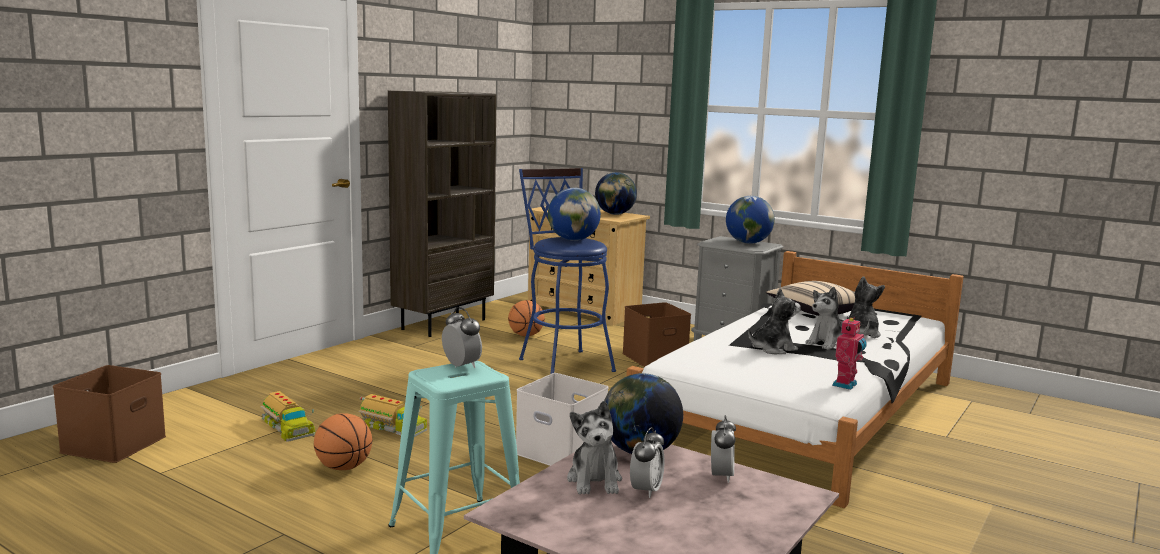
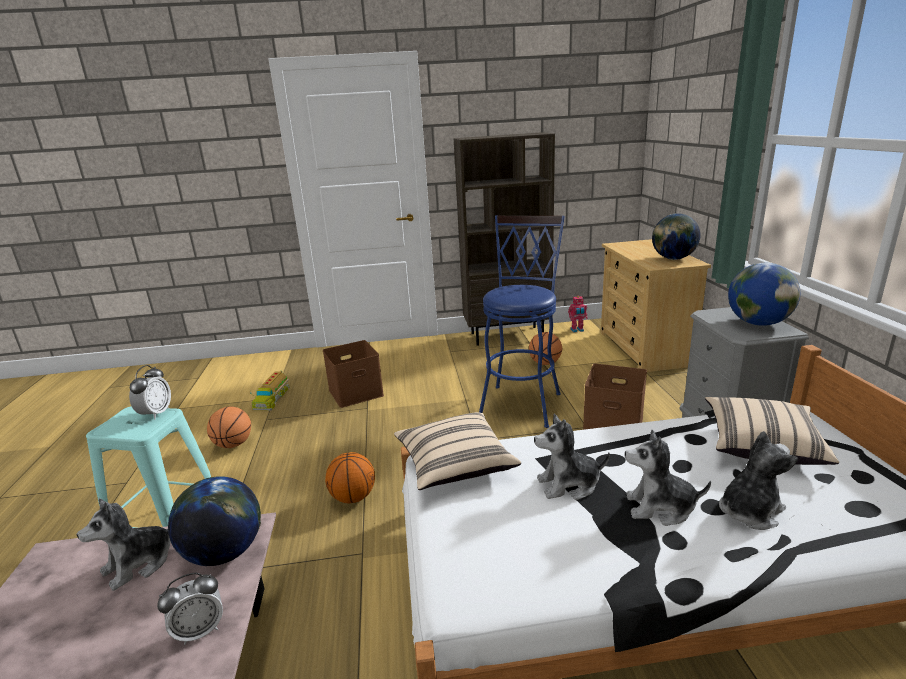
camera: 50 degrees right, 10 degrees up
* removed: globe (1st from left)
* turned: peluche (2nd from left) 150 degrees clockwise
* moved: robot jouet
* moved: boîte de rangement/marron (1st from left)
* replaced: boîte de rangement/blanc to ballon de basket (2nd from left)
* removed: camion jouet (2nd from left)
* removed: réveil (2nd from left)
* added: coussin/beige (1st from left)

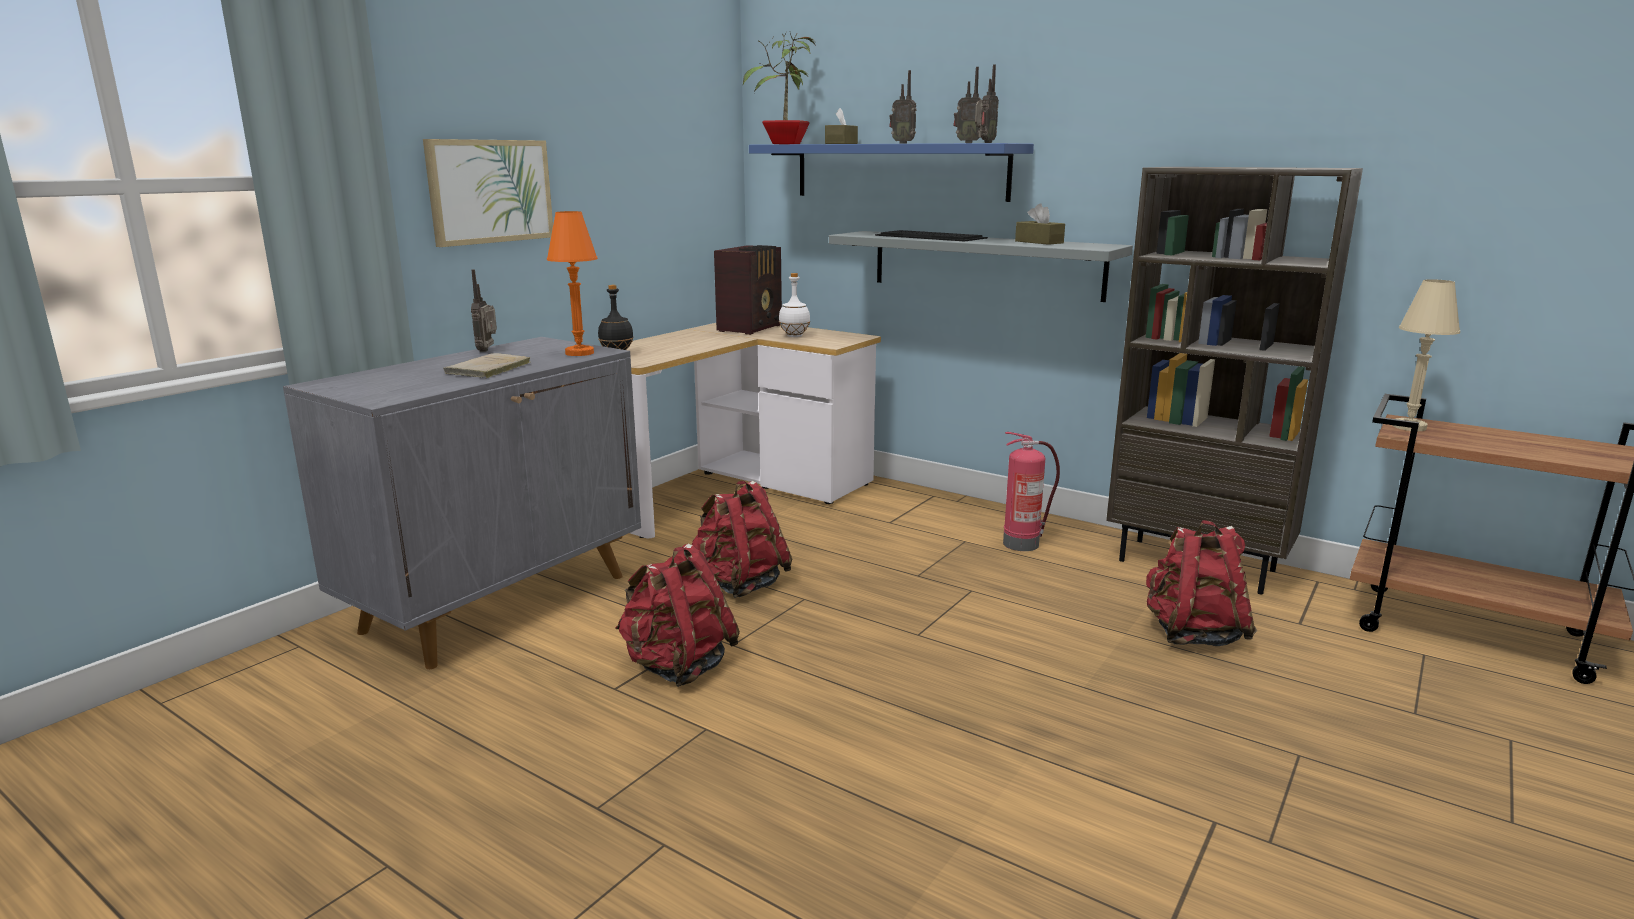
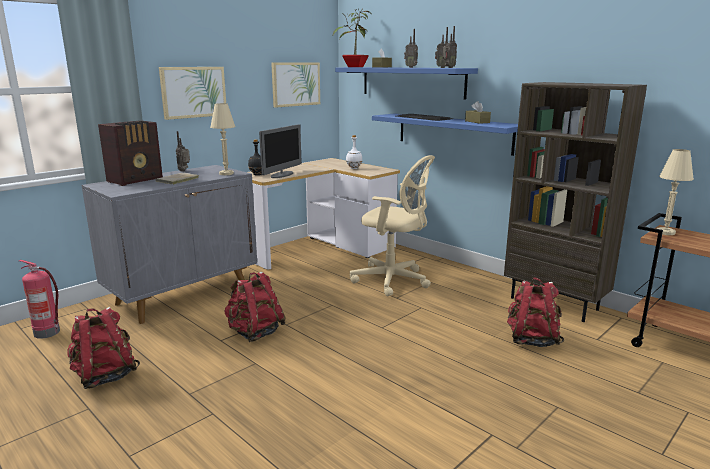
camera: 10 degrees right, 0 degrees up
* recoloured: lampe de table/orange to lampe de table/beige (1st from left)
* recoloured: étagère/gris to étagère/bleu (2nd from left)
* moved: radio (2nd from left in the first image) to radio (1st from left)
* moved: extincteur
* moved: sac à dos/rouge (2nd from left in the first image) to sac à dos/rouge (1st from left)
* added: tableau (2nd from left)
* added: écran d'ordinateur
* added: chaise de bureau/beige

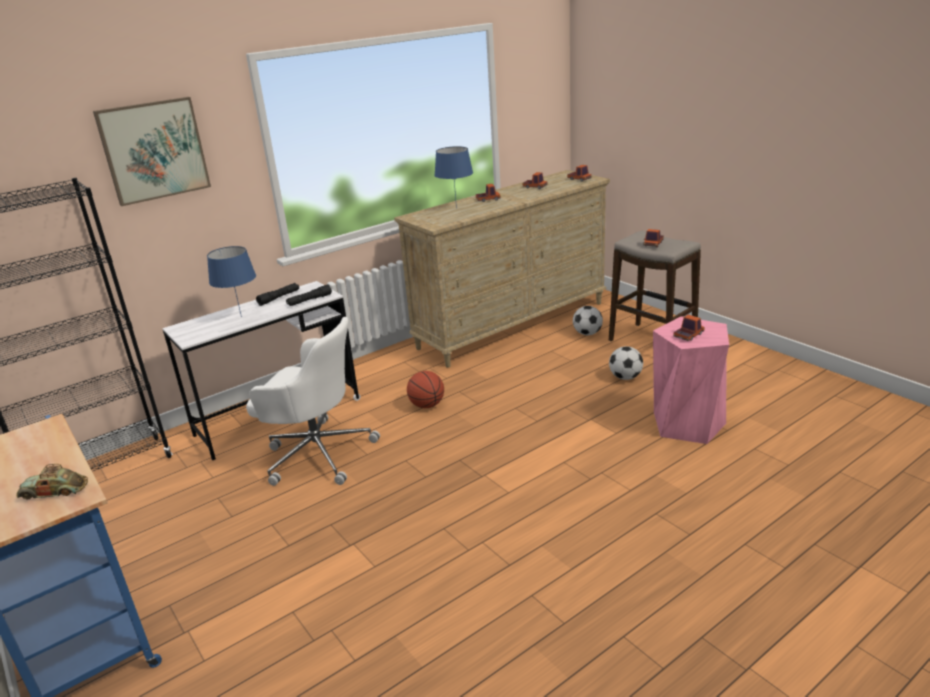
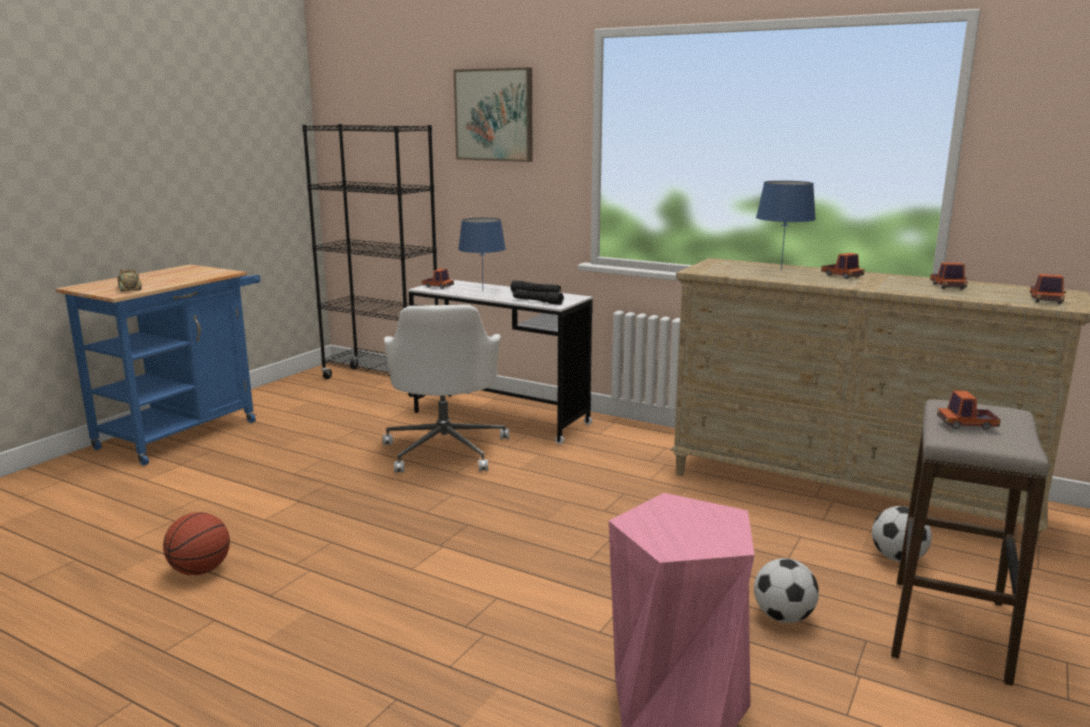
camera: 65 degrees right, 10 degrees down
* moved: camion jouet (5th from left in the first image) to camion jouet (1st from left)
* moved: ballon de basket

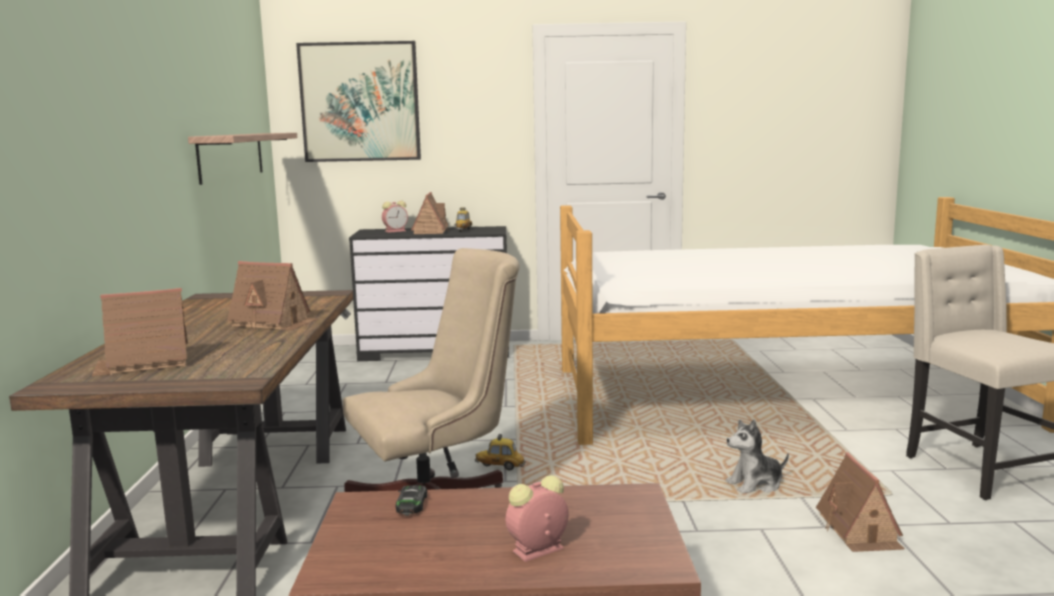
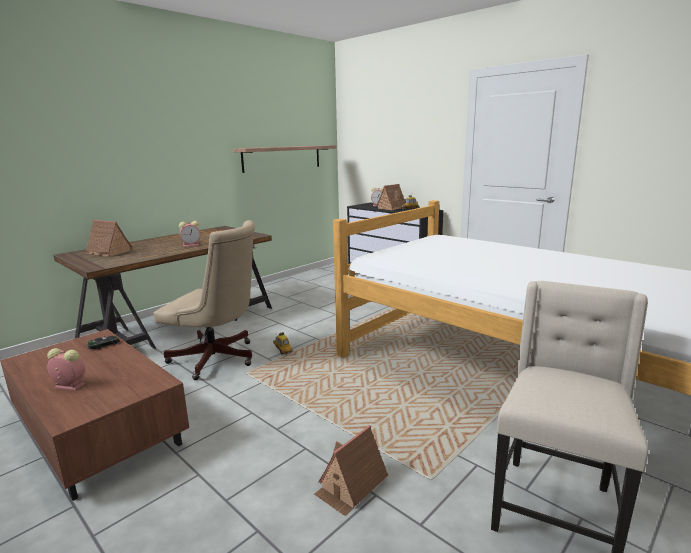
camera: 45 degrees right, 5 degrees up
* removed: tableau
* replaced: maison miniature (2nd from left) to réveil (2nd from left)
* removed: peluche

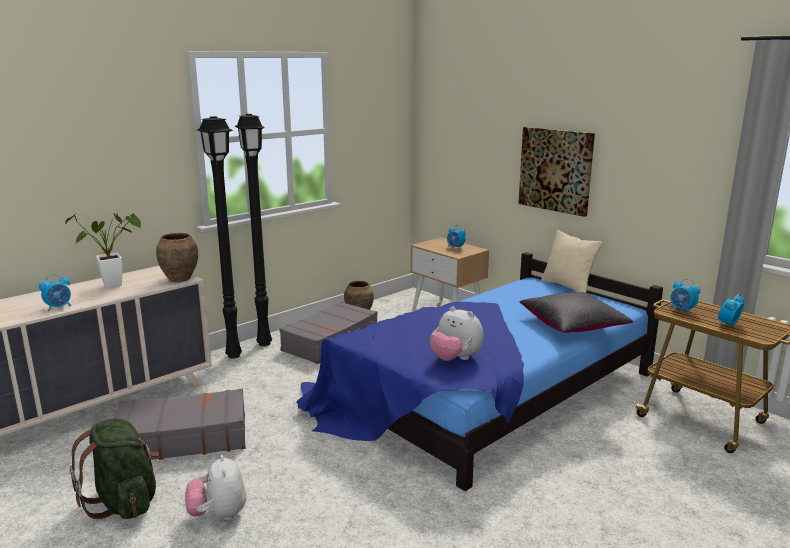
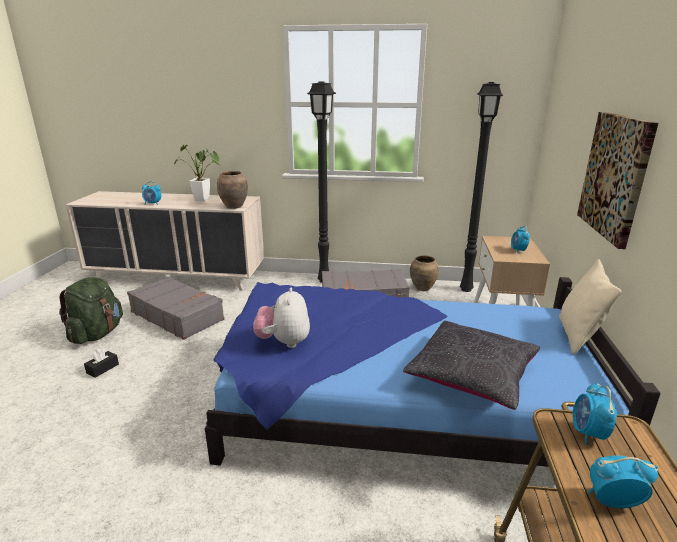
camera: 50 degrees right, 5 degrees up
* moved: lampadaire/noir (1st from left in the first image) to lampadaire/noir (2nd from left)
* replaced: peluche (1st from left) to boîte à mouchoirs/noir

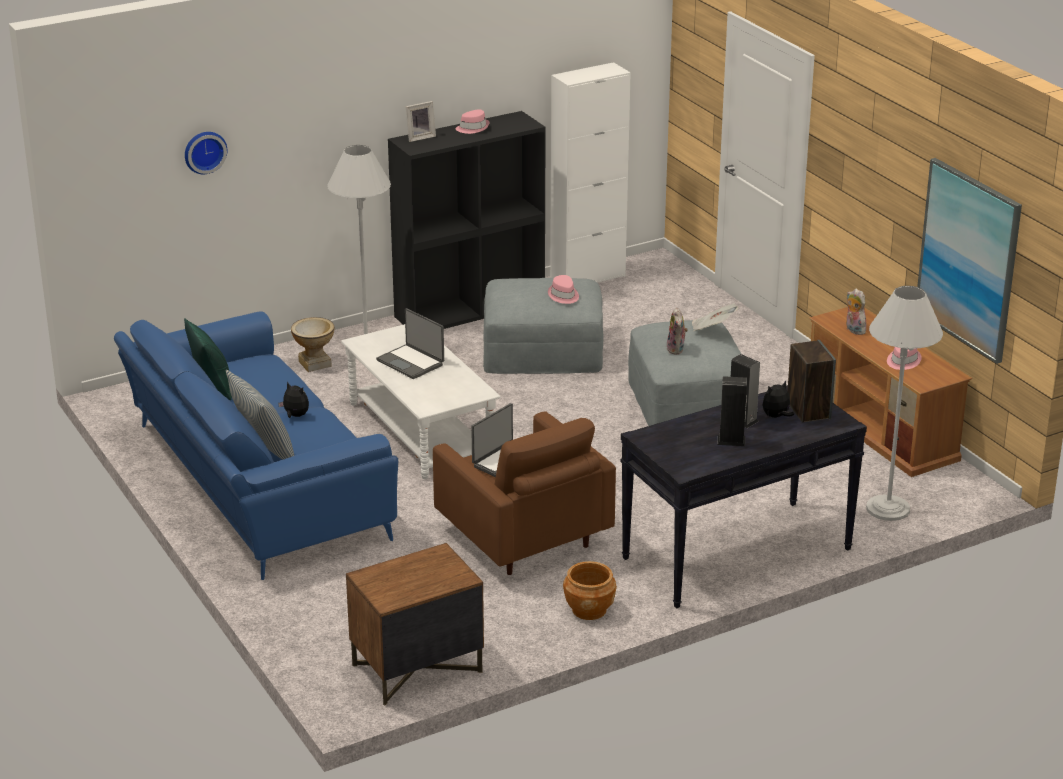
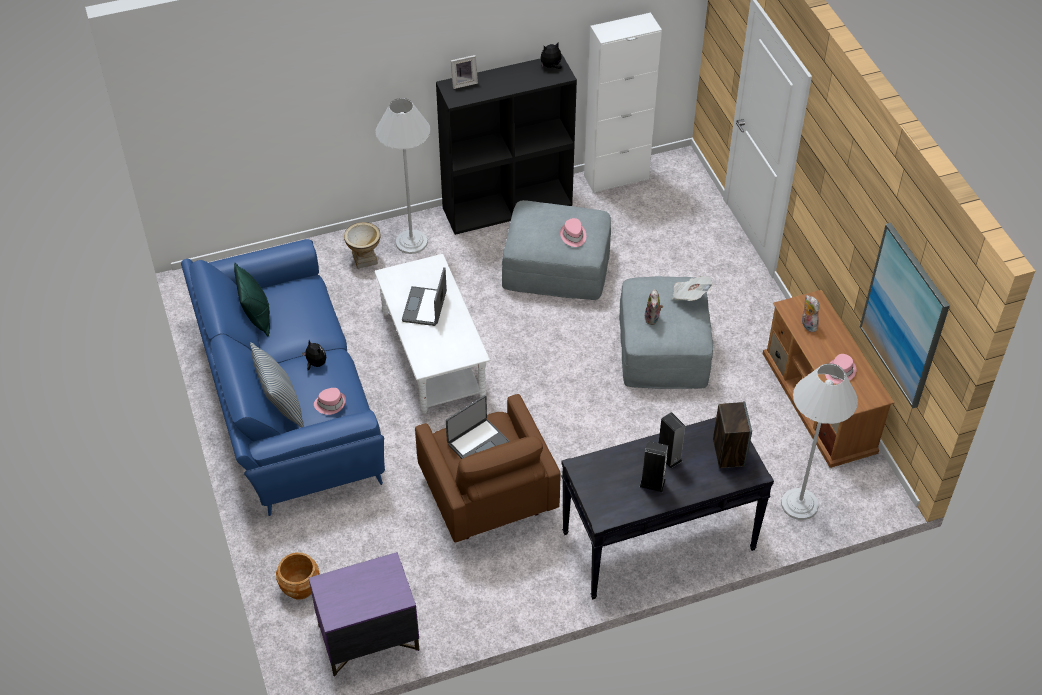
camera: 10 degrees right, 20 degrees up
* moved: chapeau/rose (1st from left)
* removed: horloge murale
* turned: ordinateur portable (1st from left) 45 degrees clockwise
* moved: peluche (3rd from left in the first image) to peluche (2nd from left)
* recoloured: table de chevet/marron to table de chevet/violet
* moved: cache-pot/marron

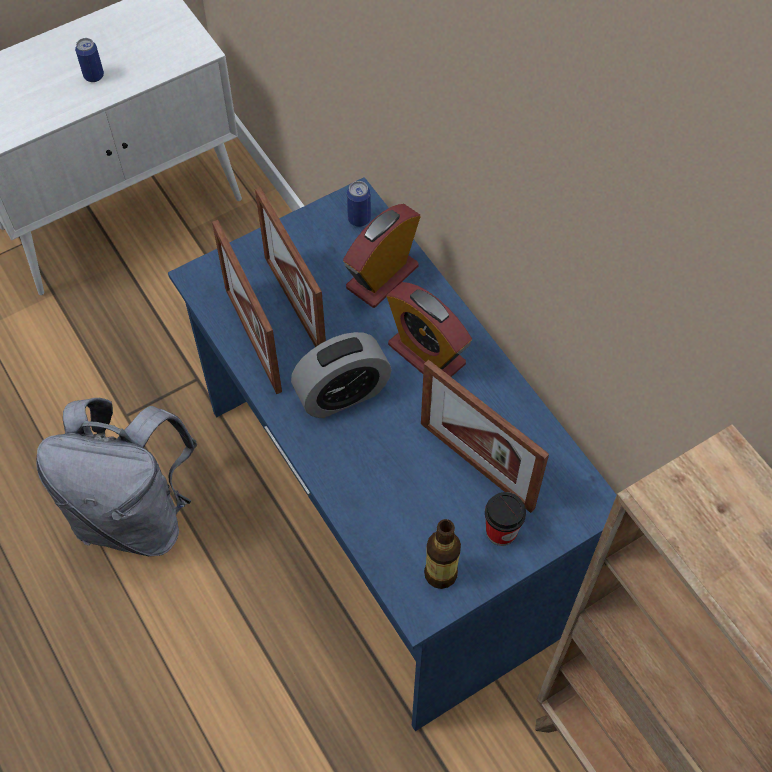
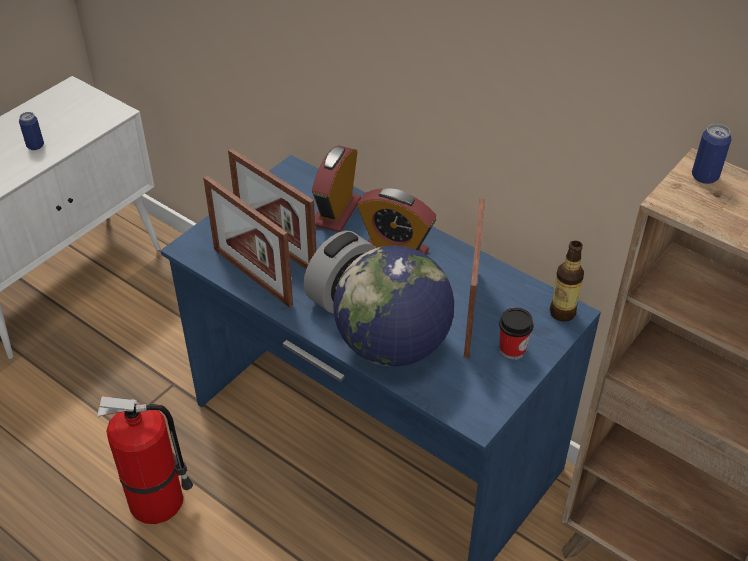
camera: 20 degrees left, 15 degrees down
* moved: boîte métallique (2nd from left)
* turned: cadre photo (3rd from left) 75 degrees clockwise
* replaced: sac à dos/gris to extincteur
* moved: bouteille
* added: globe

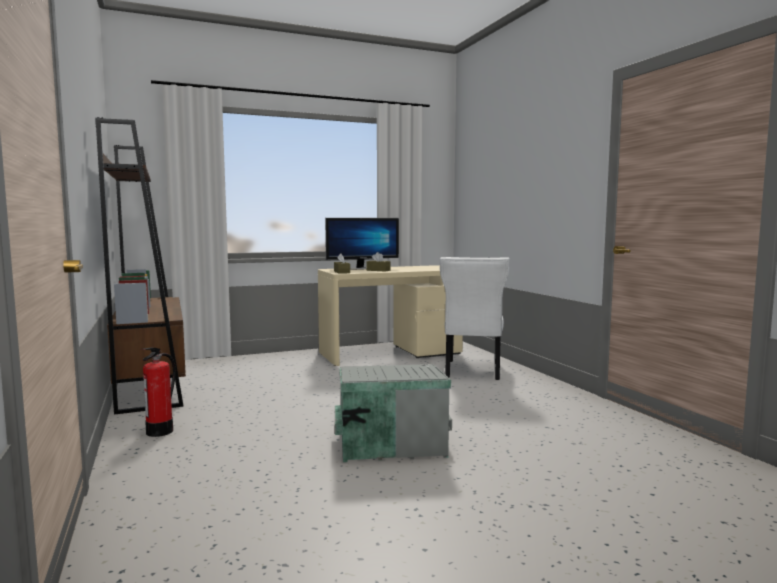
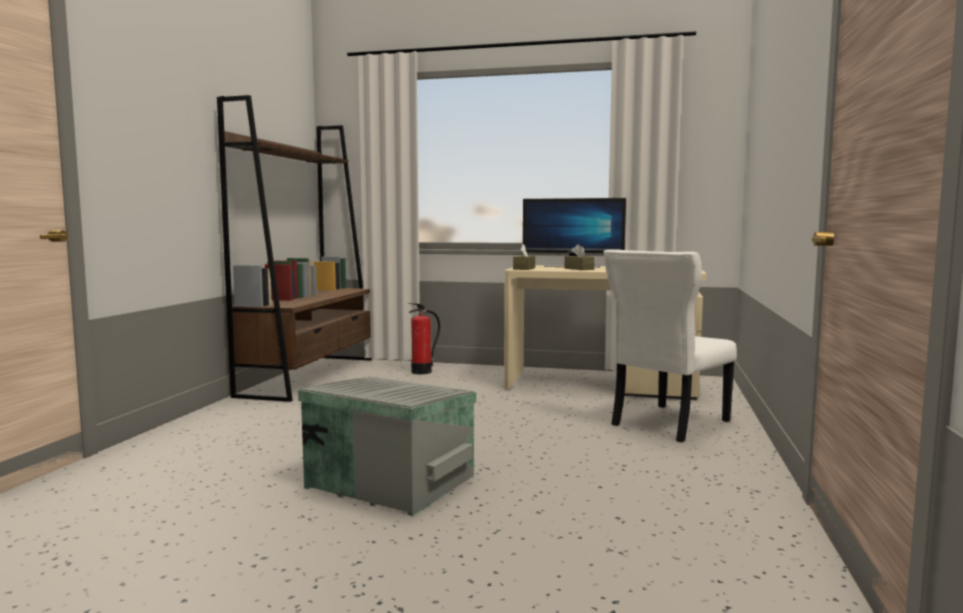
camera: 35 degrees right, 0 degrees up
* moved: extincteur

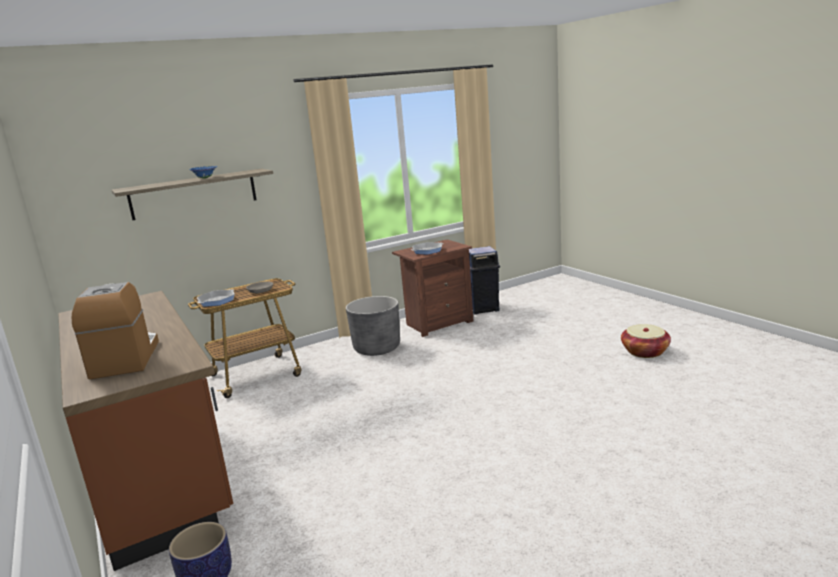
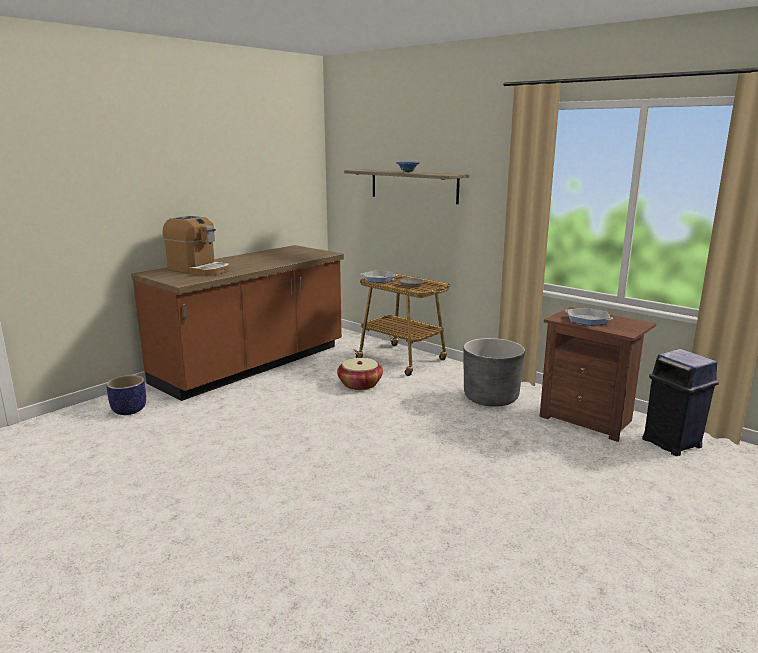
camera: 70 degrees right, 0 degrees up
* turned: machine à café 60 degrees clockwise
* moved: panier

